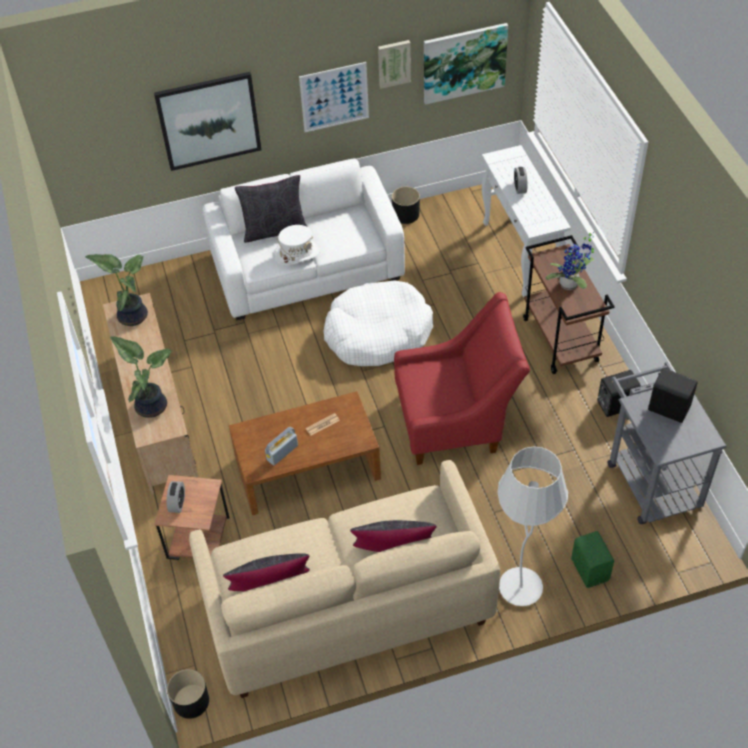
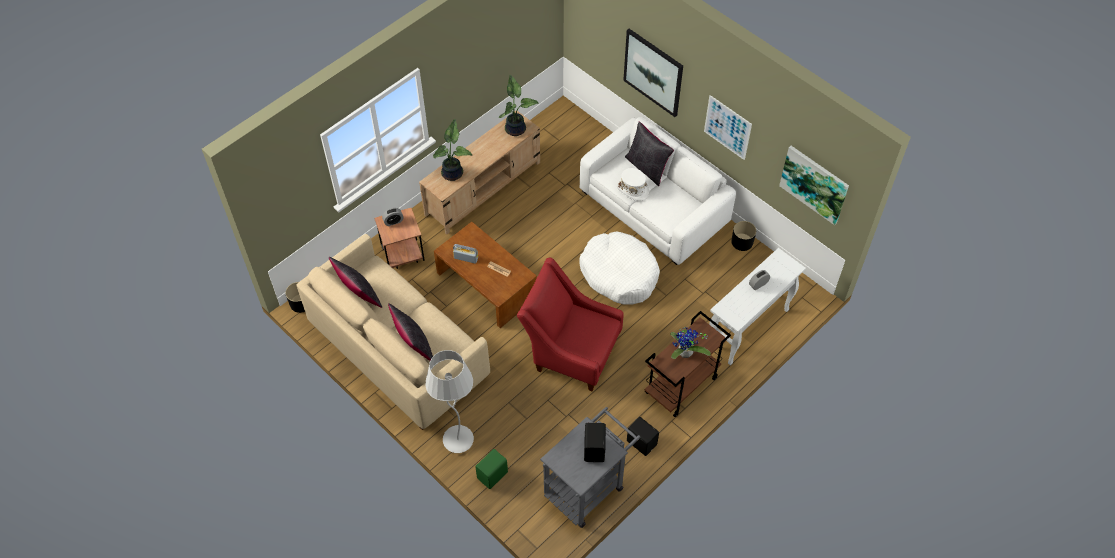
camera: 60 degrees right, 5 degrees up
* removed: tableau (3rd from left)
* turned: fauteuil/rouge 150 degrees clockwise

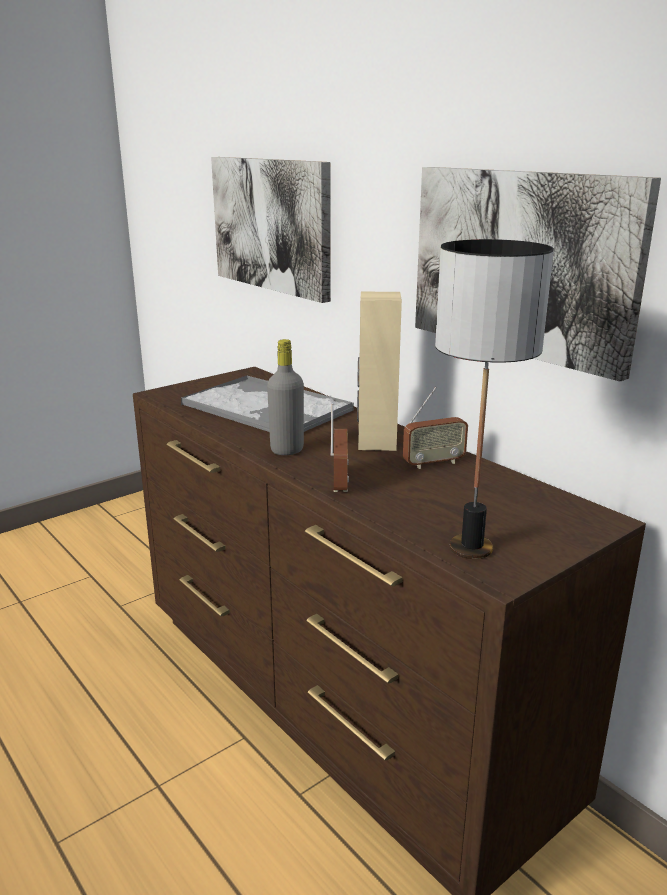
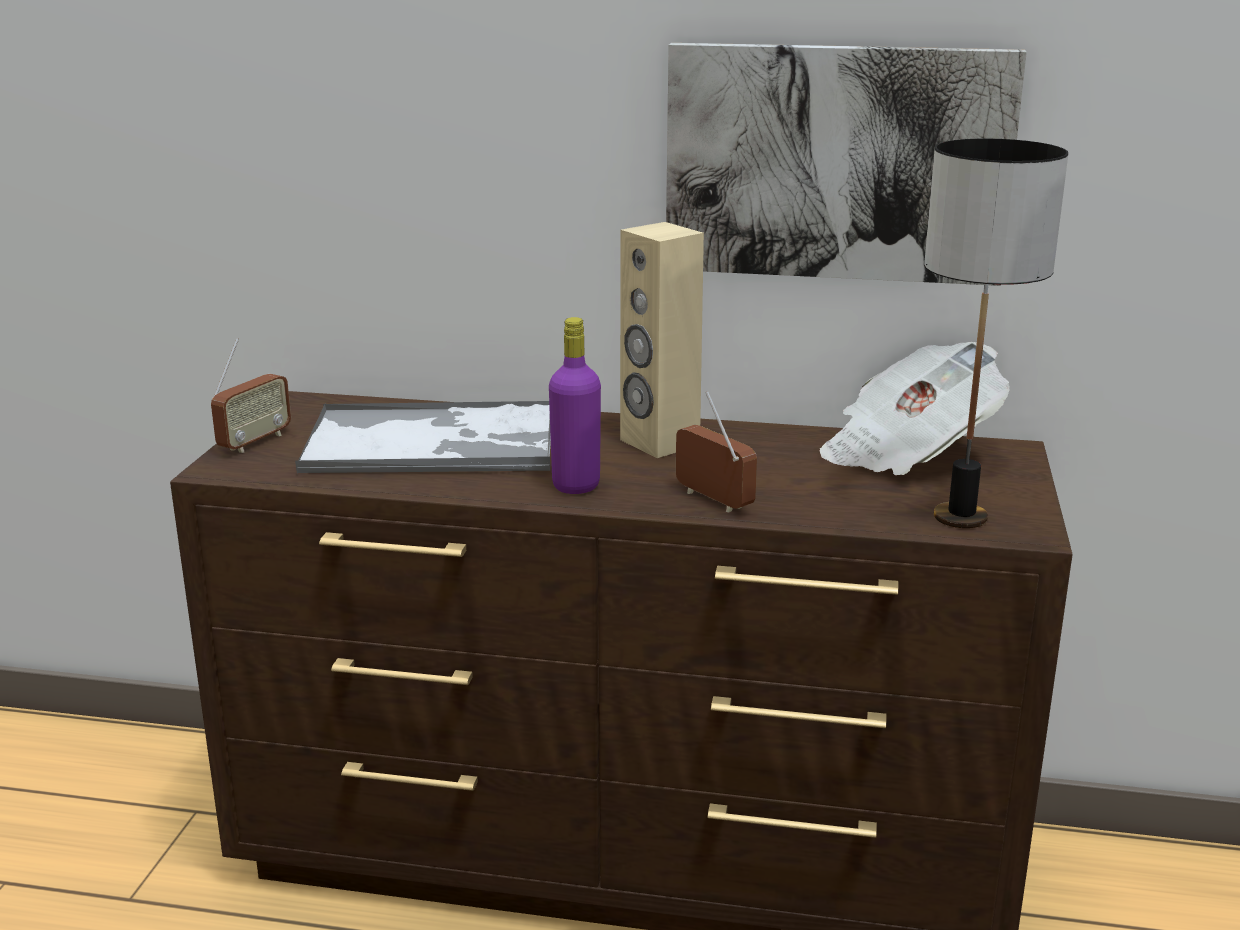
camera: 40 degrees left, 0 degrees up
* removed: tableau (1st from left)
* recoloured: bouteille/gris to bouteille/violet
* moved: radio (2nd from left in the first image) to radio (1st from left)
* added: journal

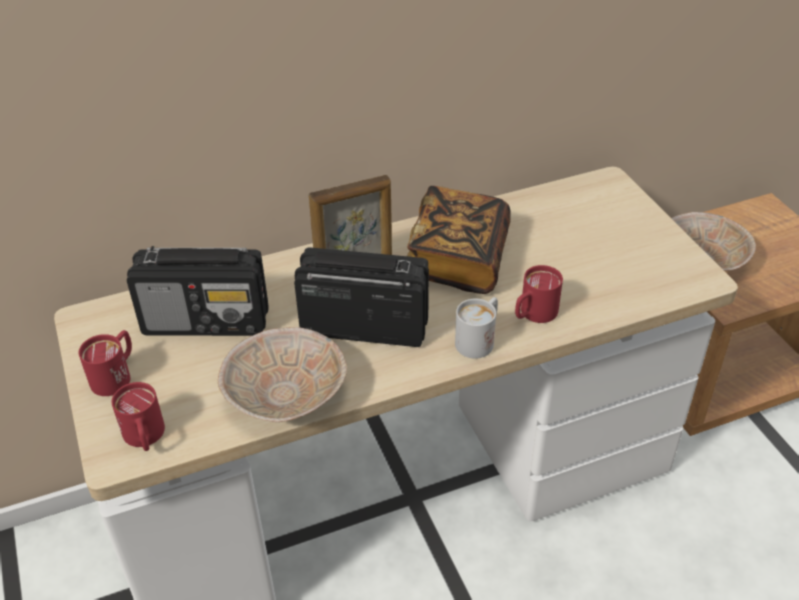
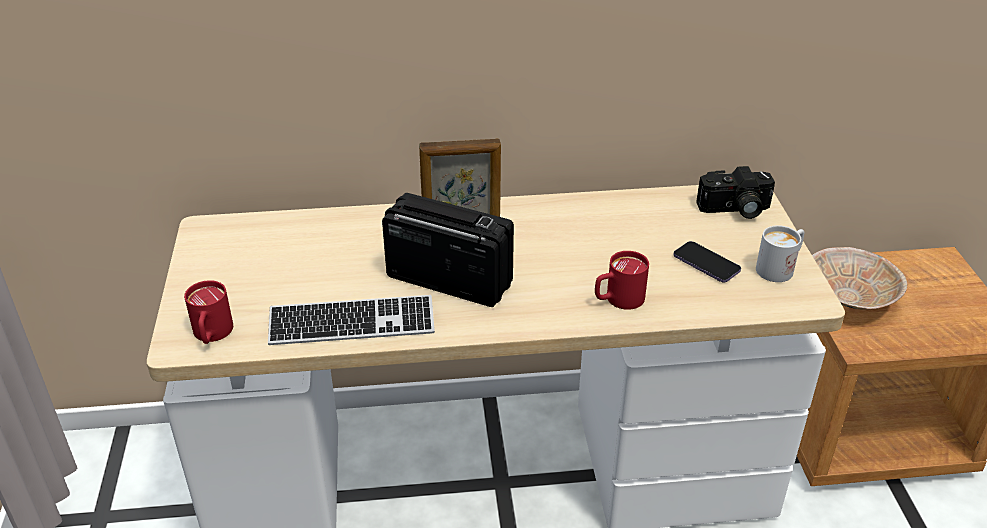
camera: 15 degrees right, 5 degrees down
* removed: livre
* removed: radio (1st from left)
* moved: mug/blanc
* replaced: bol/beige (1st from left) to clavier
* removed: mug/rouge (1st from left)
* added: appareil photo
* added: téléphone

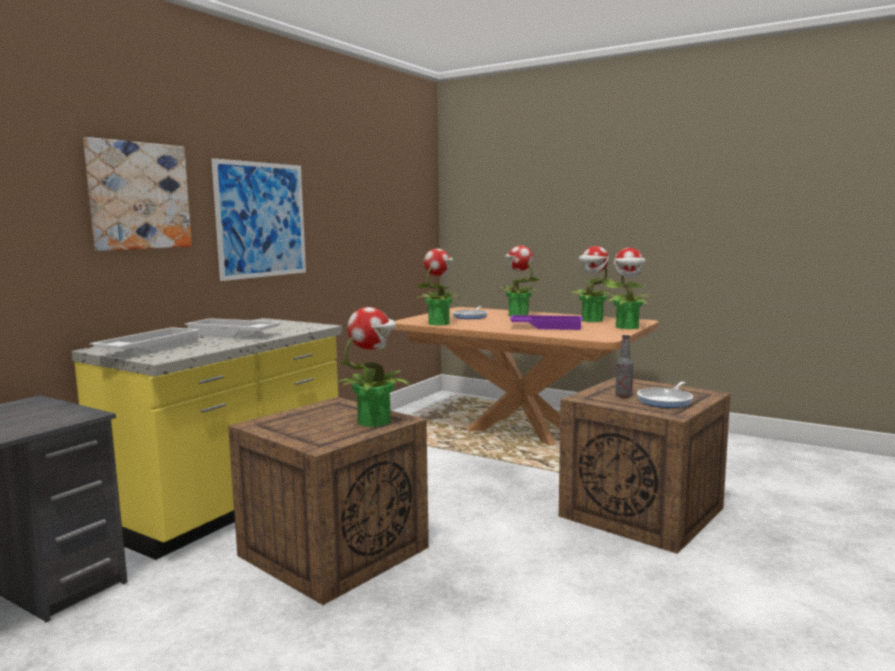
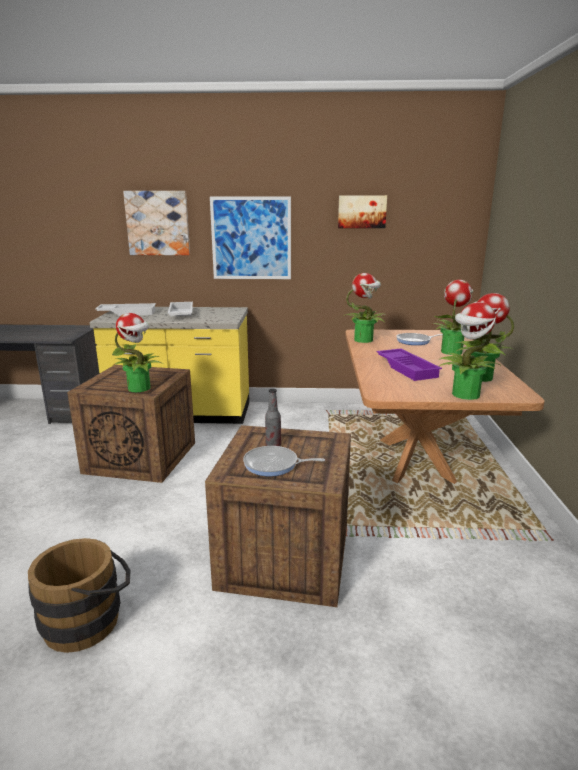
camera: 60 degrees right, 10 degrees up
* added: tableau (3rd from left)
* added: seau/marron

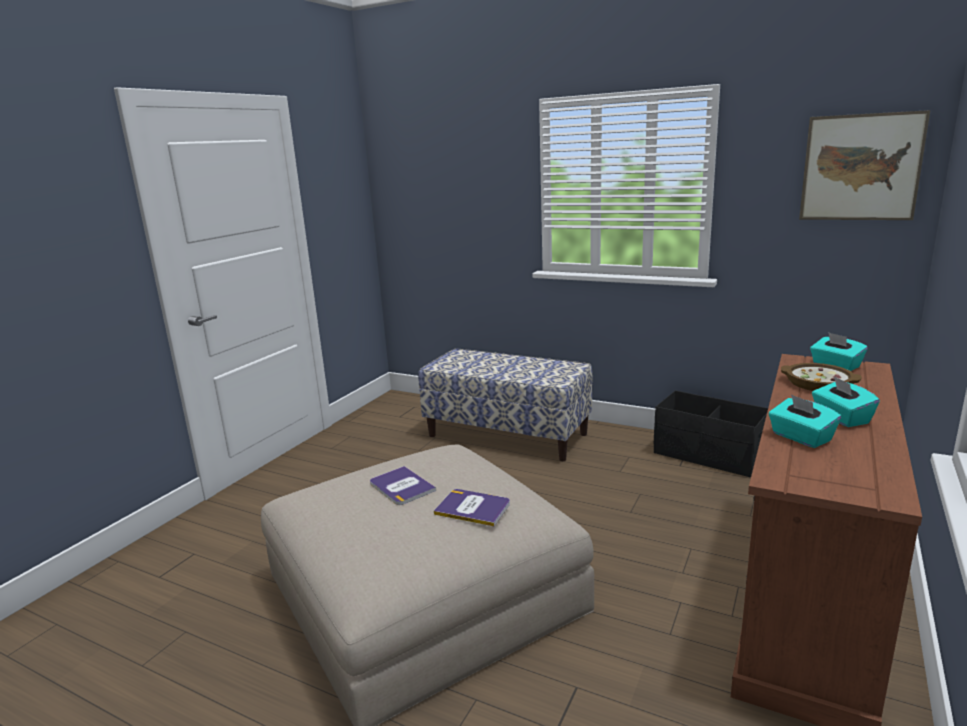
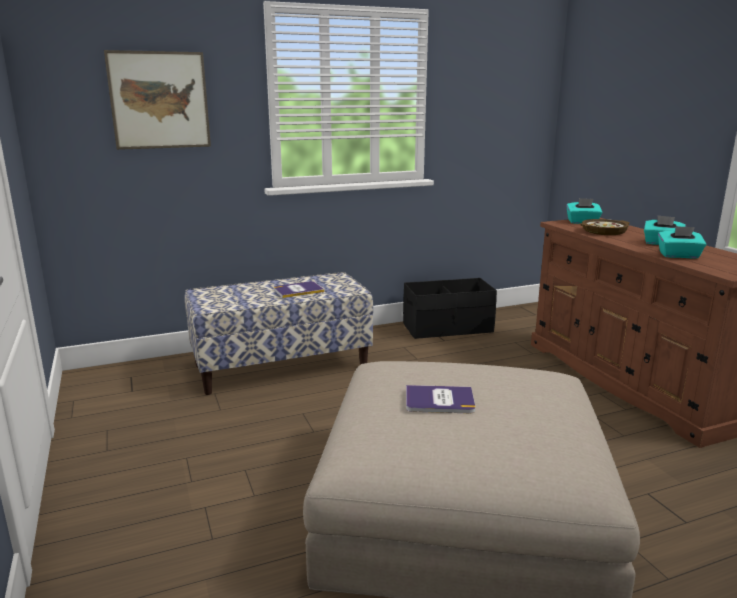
camera: 50 degrees left, 0 degrees up
* moved: tableau
* moved: livre (2nd from left in the first image) to livre (1st from left)

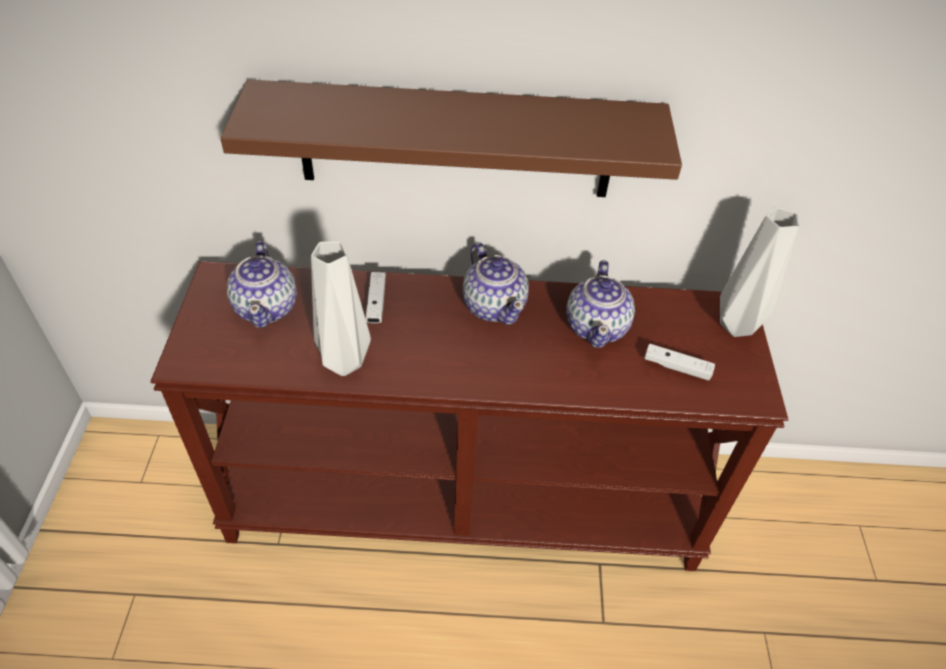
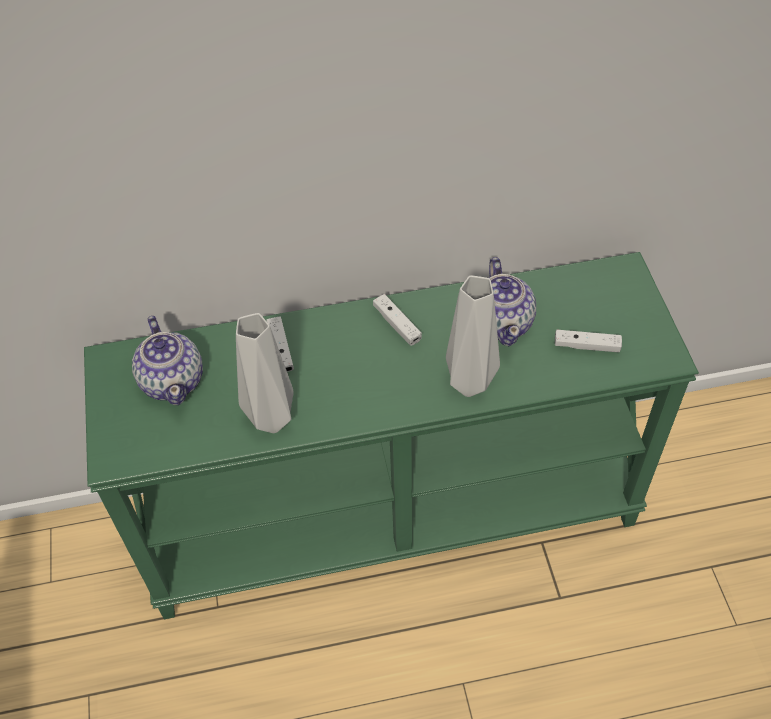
camera: 10 degrees left, 5 degrees up
* removed: étagère/marron
* moved: vase/gris (2nd from left)
* replaced: théière (2nd from left) to manette/blanc (2nd from left)
* recoloured: table console/marron to table console/vert

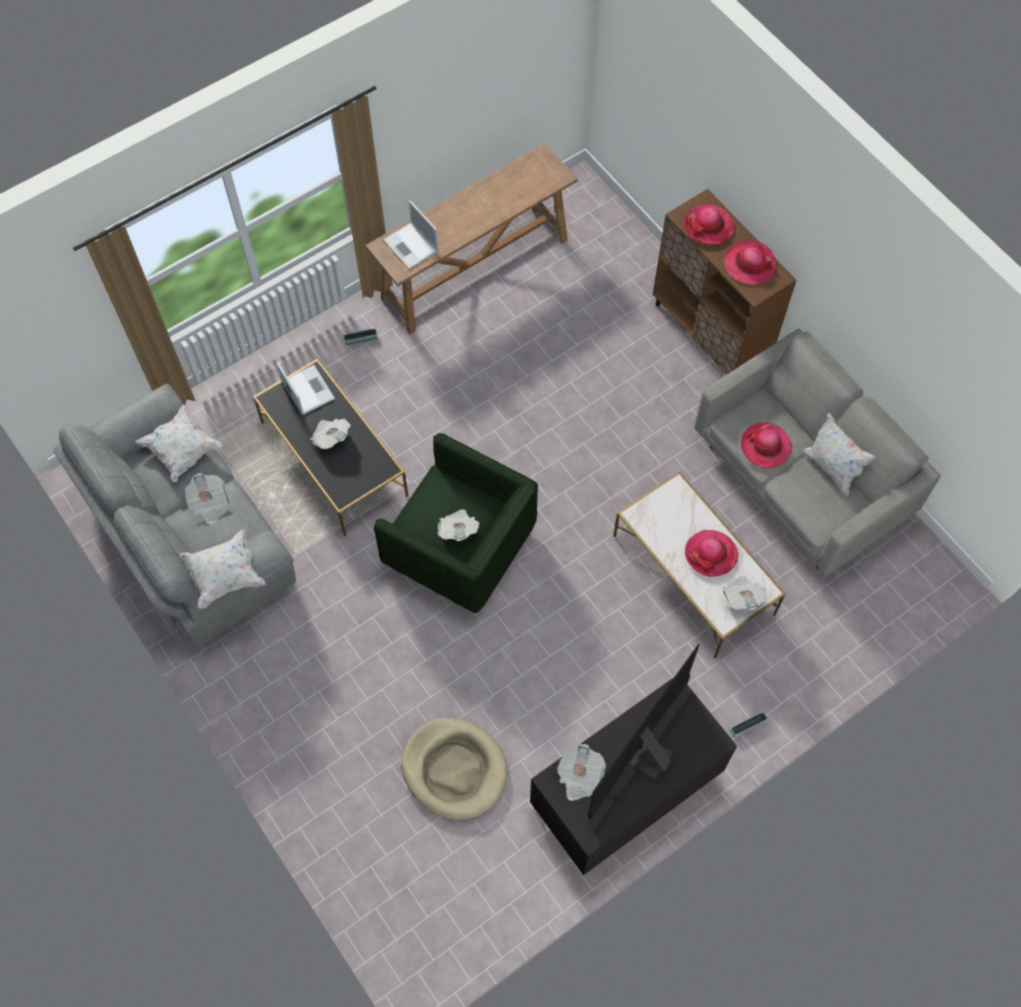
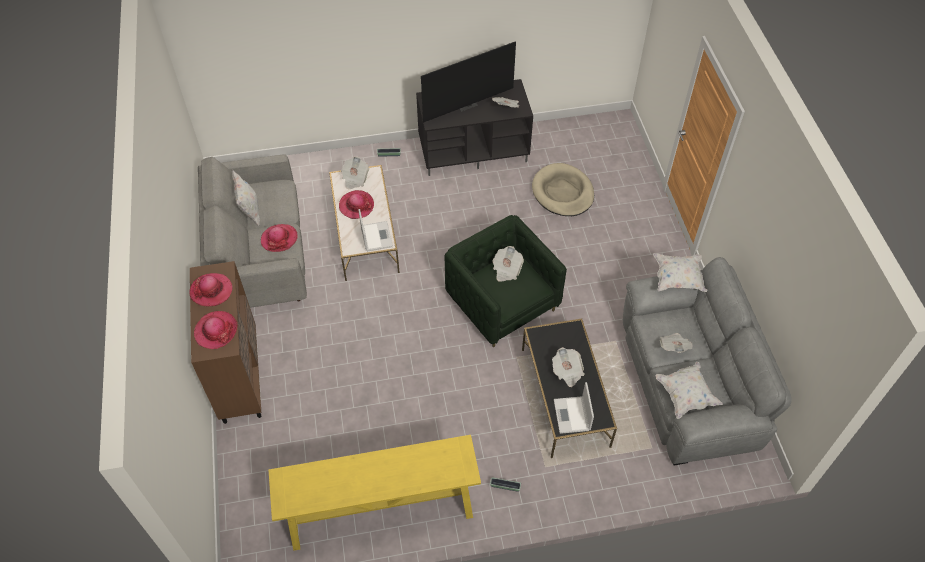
camera: 155 degrees left, 10 degrees down
* recoloured: table console/marron to table console/jaune
* moved: ordinateur portable (2nd from left in the first image) to ordinateur portable (1st from left)

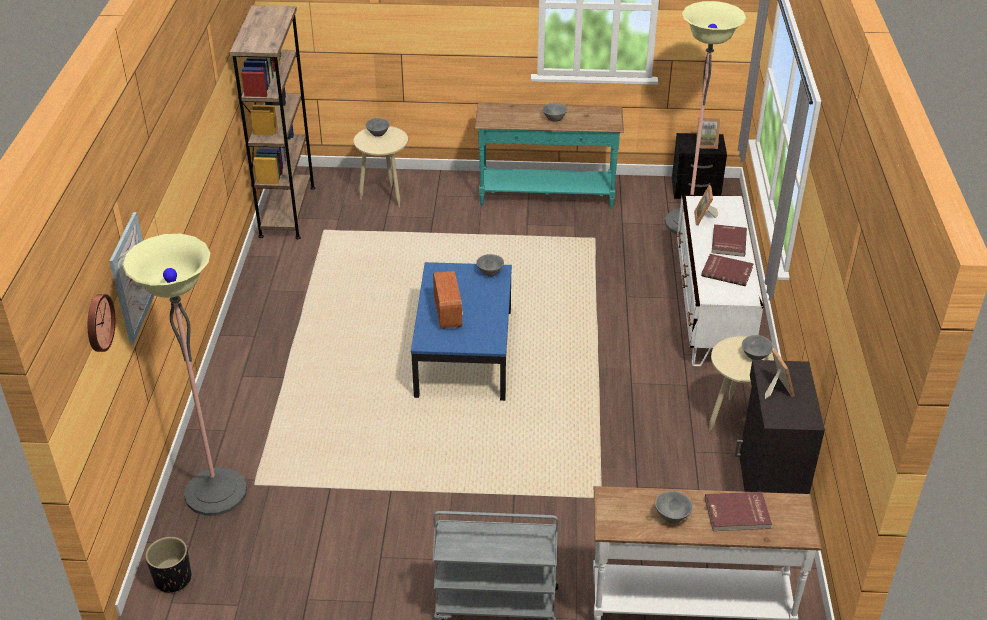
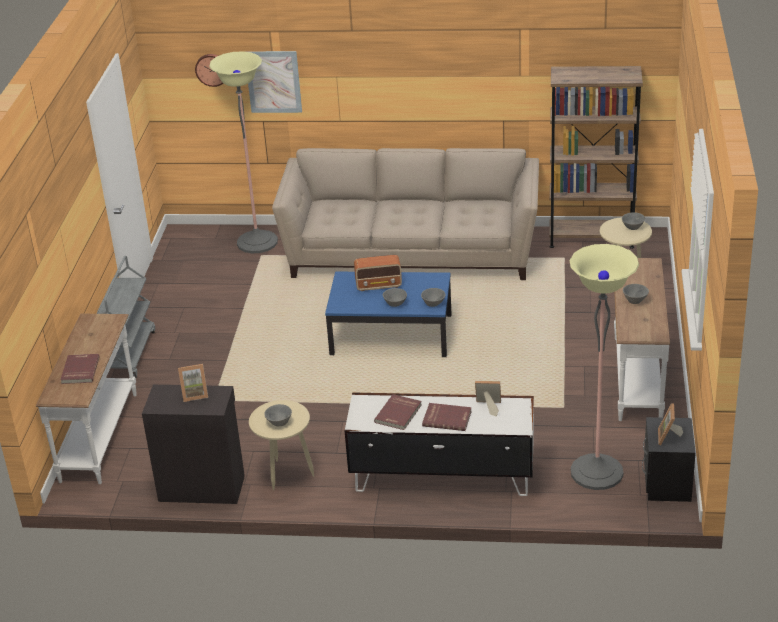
camera: 95 degrees right, 5 degrees down
* recoloured: table console/turquoise to table console/blanc (2nd from left)
* moved: bol/gris (4th from left in the first image) to bol/gris (2nd from left)
* removed: cache-pot/noir
* added: canapé/beige

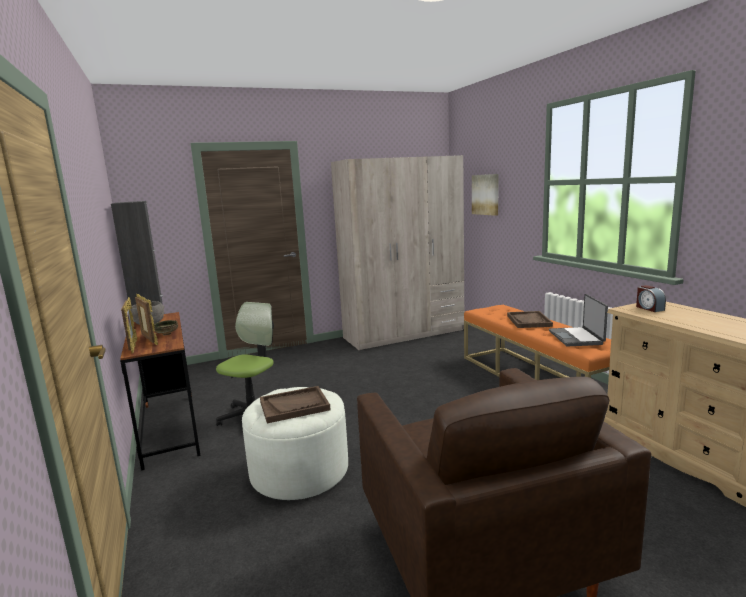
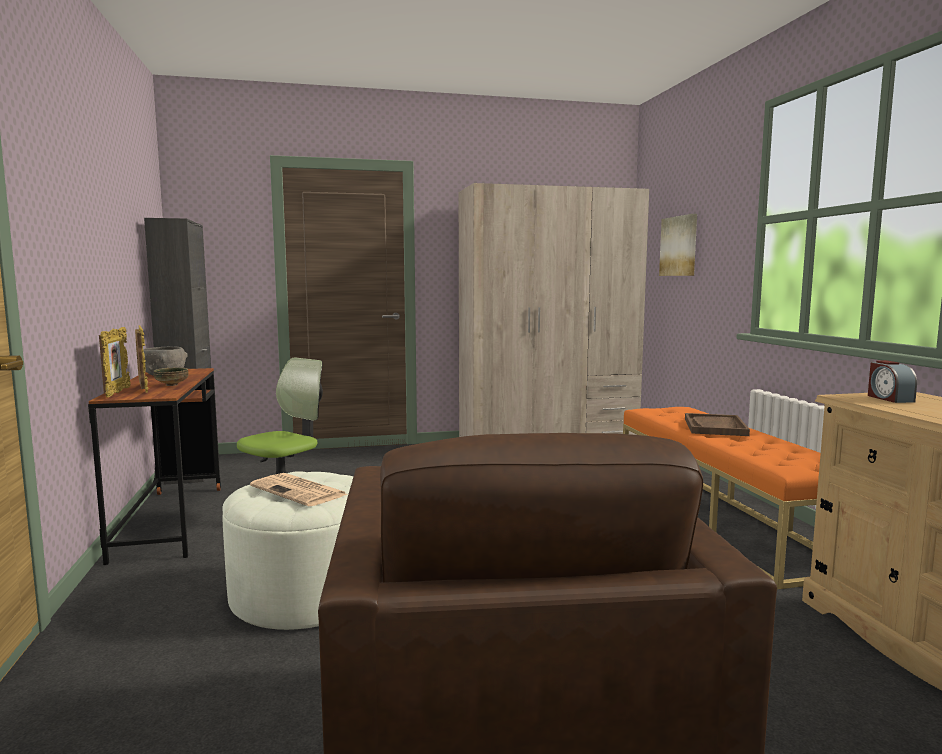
camera: 10 degrees right, 5 degrees down
* removed: ordinateur portable
* replaced: plateau/marron (1st from left) to journal

